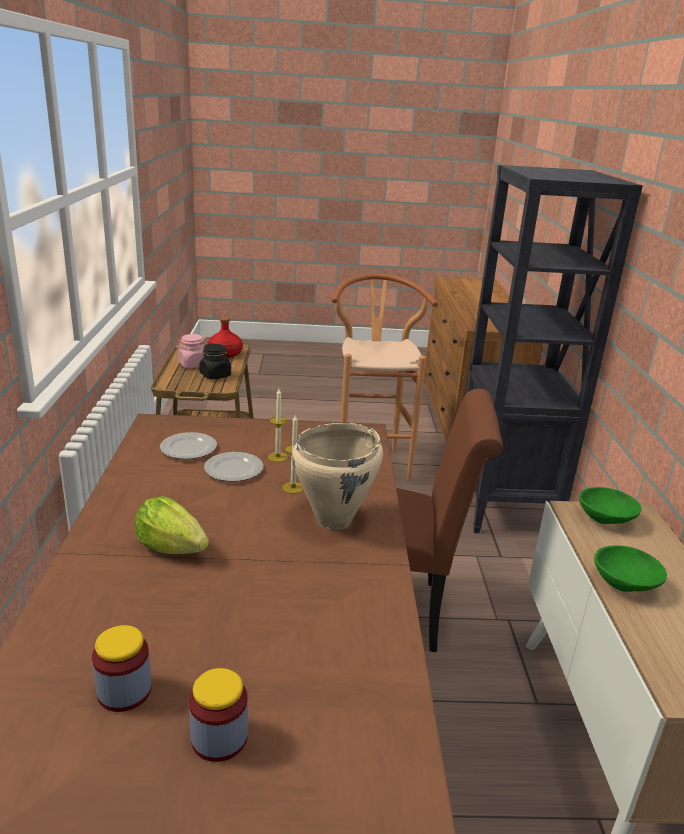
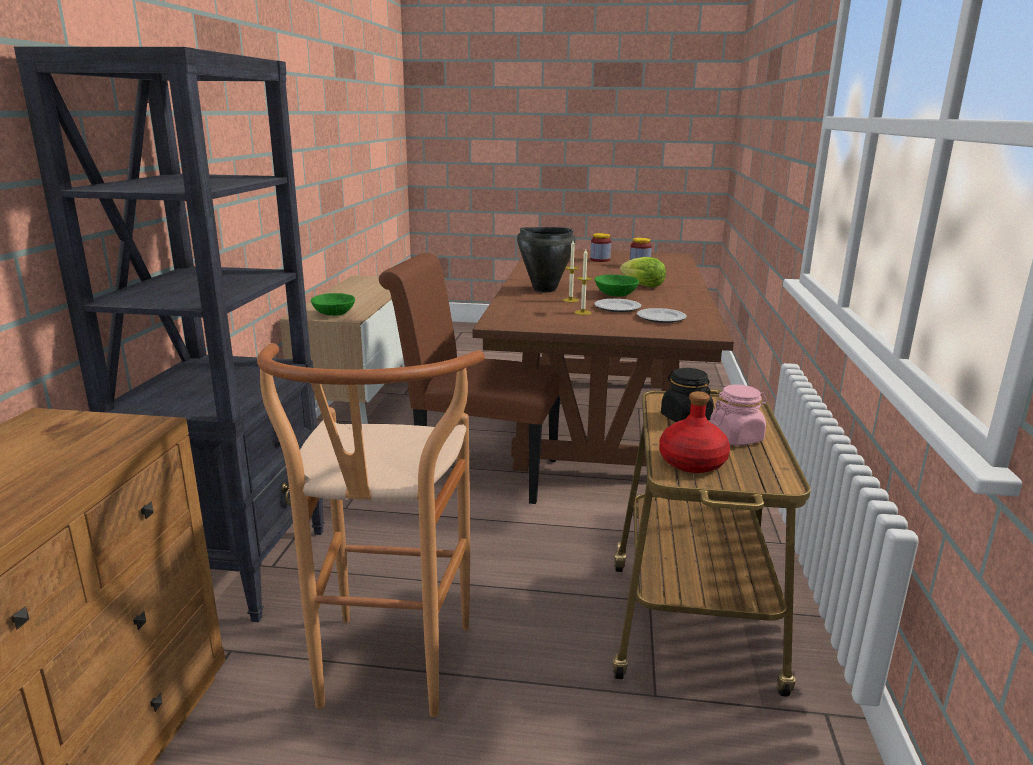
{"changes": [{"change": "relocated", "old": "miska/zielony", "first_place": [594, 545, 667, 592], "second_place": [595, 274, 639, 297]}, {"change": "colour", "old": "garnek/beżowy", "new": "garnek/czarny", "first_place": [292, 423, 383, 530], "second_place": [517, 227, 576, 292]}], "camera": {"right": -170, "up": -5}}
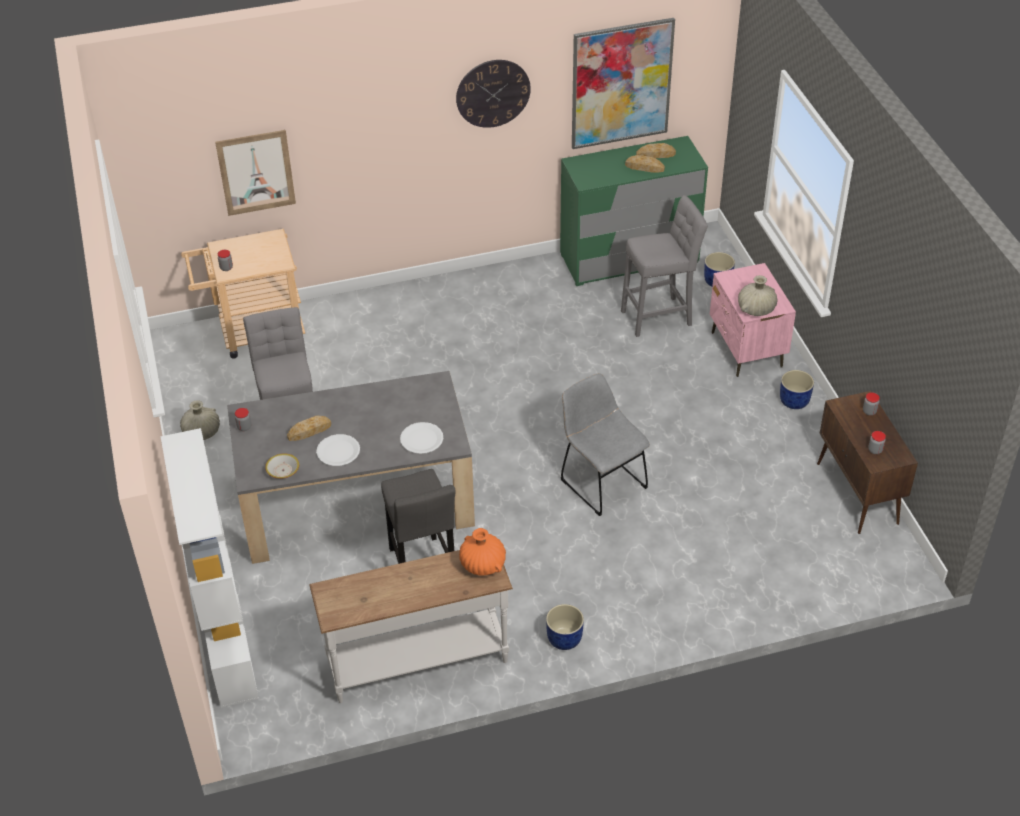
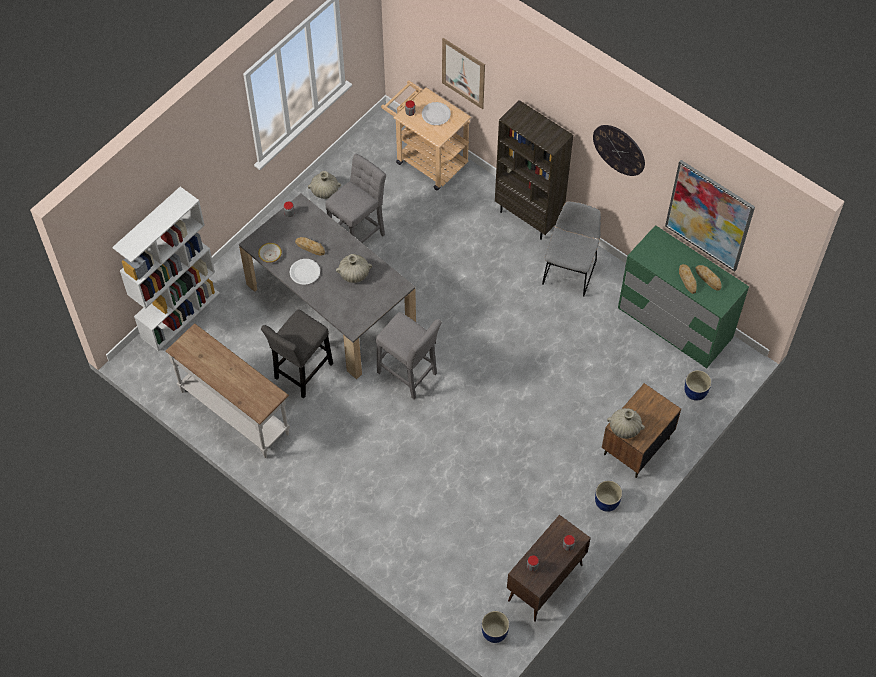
{"changes": [{"change": "missing", "old": "wazon/pomarańczowy", "first_place": [459, 528, 506, 575]}, {"change": "appeared", "new": "wazon/beżowy", "second_place": [336, 254, 372, 283]}, {"change": "appeared", "new": "regał/brązowy", "second_place": [495, 100, 573, 240]}, {"change": "relocated", "old": "talerz/biały", "first_place": [400, 422, 443, 454], "second_place": [422, 102, 451, 125]}, {"change": "relocated", "old": "donica/niebieski", "first_place": [546, 604, 584, 650], "second_place": [482, 611, 509, 643]}, {"change": "relocated", "old": "krzesło/szary", "first_place": [561, 373, 650, 516], "second_place": [542, 201, 601, 296]}, {"change": "relocated", "old": "stołek/szary", "first_place": [621, 195, 708, 337], "second_place": [376, 312, 442, 399]}, {"change": "colour", "old": "szafka nocna/różowy", "new": "szafka nocna/brązowy", "first_place": [710, 263, 796, 377], "second_place": [602, 383, 681, 478]}], "camera": {"right": 55, "up": 15}}
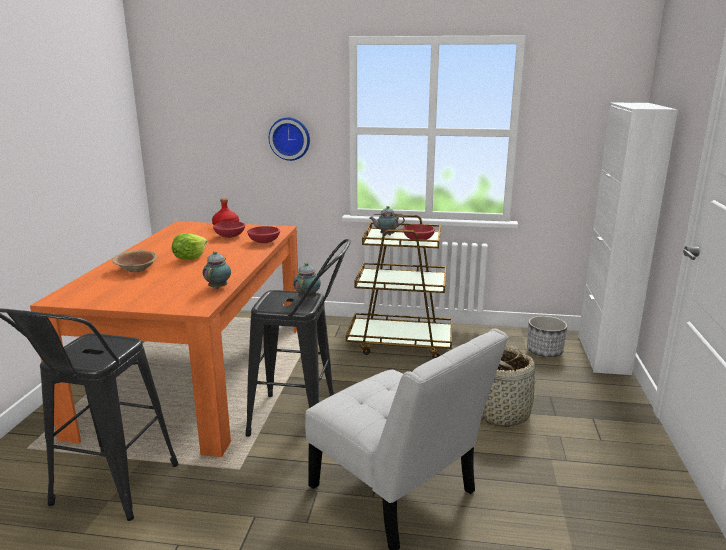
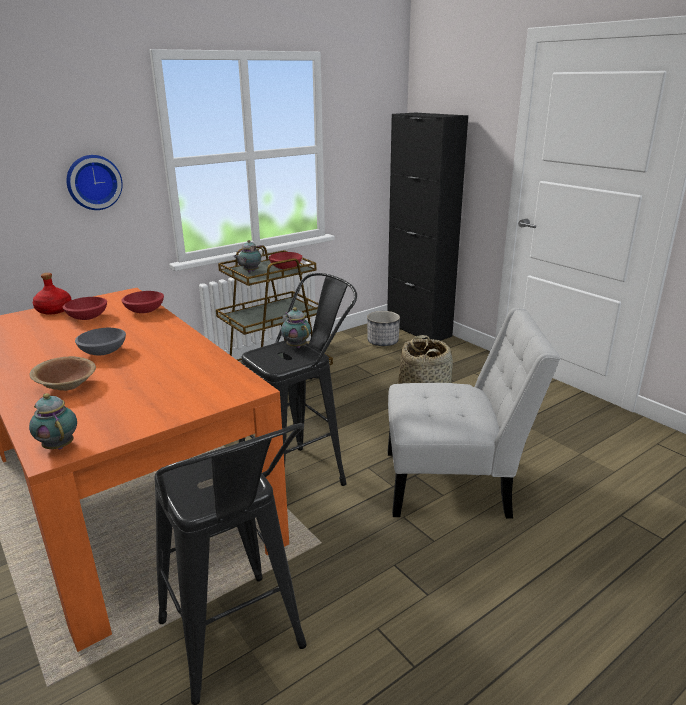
{"changes": [{"change": "relocated", "old": "imbryk", "first_place": [203, 251, 231, 289], "second_place": [29, 393, 77, 449]}, {"change": "exchanged", "old": "sałata", "new": "miska/szary", "first_place": [172, 233, 207, 260], "second_place": [75, 328, 126, 355]}, {"change": "colour", "old": "szafka/biały", "new": "szafka/czarny", "first_place": [578, 102, 678, 375], "second_place": [387, 112, 468, 341]}], "camera": {"right": -45, "up": 5}}
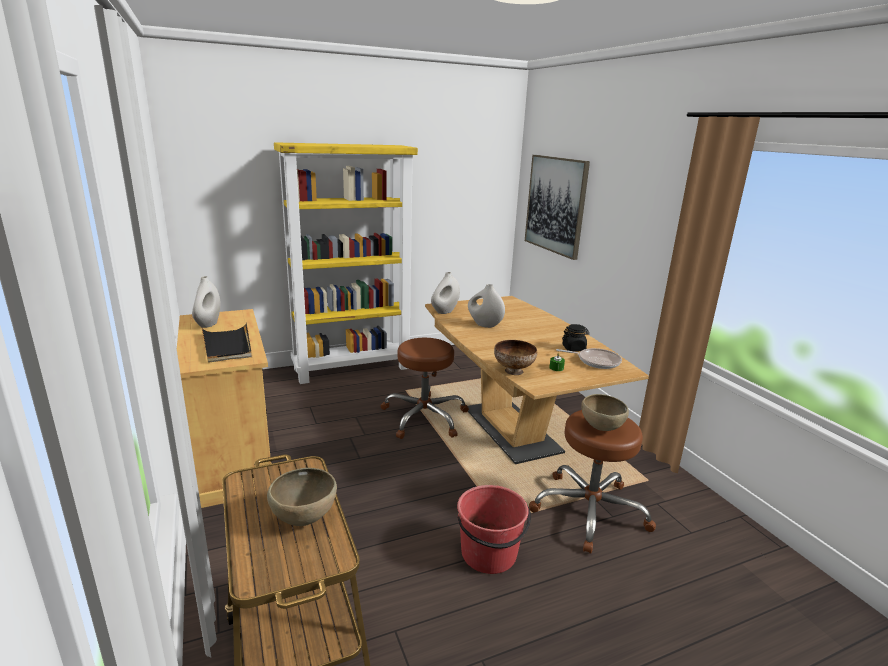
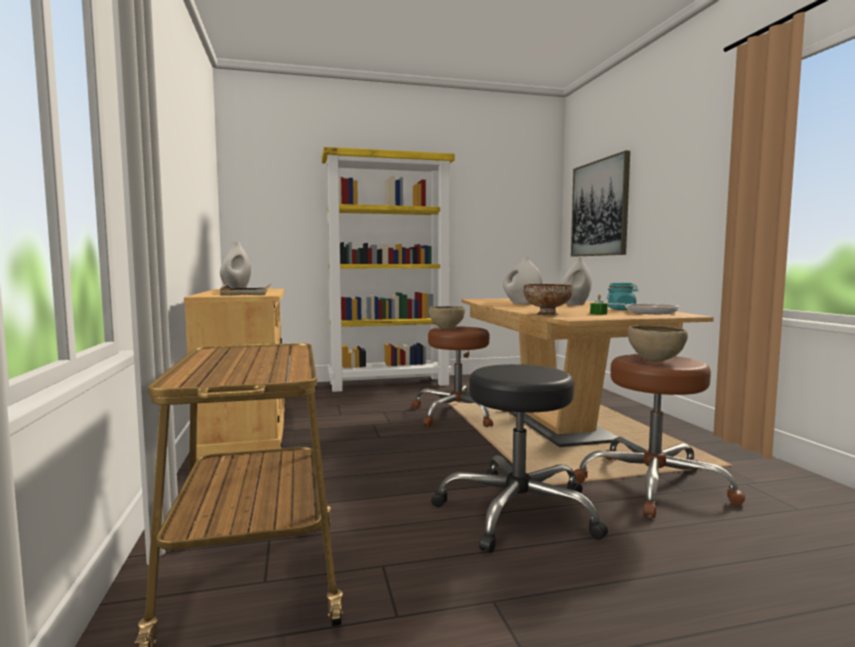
{"changes": [{"change": "relocated", "old": "miska/brązowy", "first_place": [267, 468, 337, 526], "second_place": [429, 306, 465, 329]}, {"change": "relocated", "old": "wazon/biały", "first_place": [431, 272, 460, 314], "second_place": [560, 257, 592, 305]}, {"change": "exchanged", "old": "wiadro/czerwony", "new": "stołek/czarny", "first_place": [457, 485, 531, 574], "second_place": [431, 364, 608, 553]}, {"change": "colour", "old": "słoik/czarny", "new": "słoik/turkusowy", "first_place": [562, 324, 590, 351], "second_place": [607, 282, 639, 310]}], "camera": {"right": 10, "up": -15}}
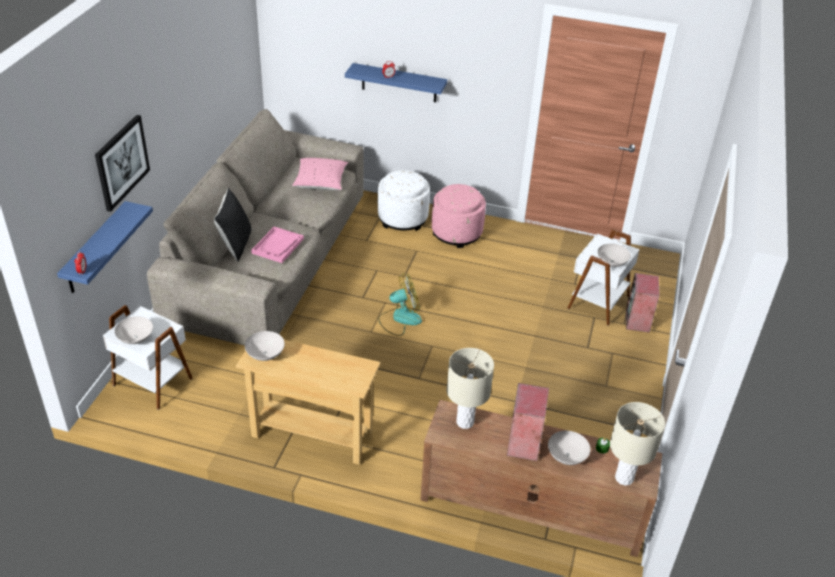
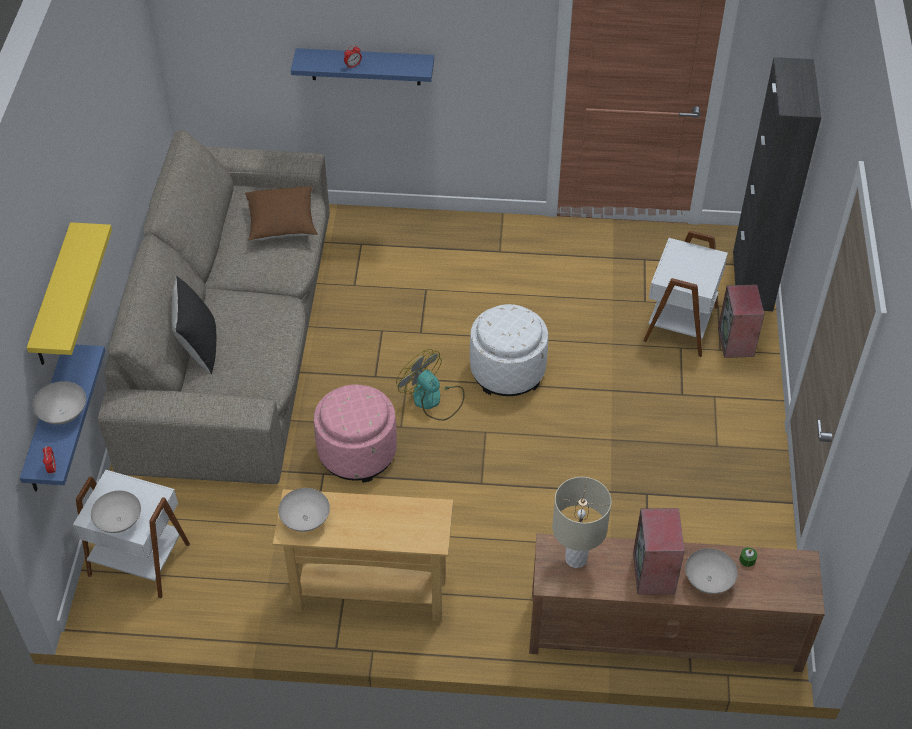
{"changes": [{"change": "missing", "old": "taca/różowy", "first_place": [251, 227, 304, 263]}, {"change": "missing", "old": "lampa stołowa/beżowy", "first_place": [610, 402, 665, 486]}, {"change": "appeared", "new": "szafka/czarny", "second_place": [733, 57, 821, 311]}, {"change": "relocated", "old": "pufa/biały", "first_place": [378, 170, 430, 231], "second_place": [470, 304, 548, 396]}, {"change": "relocated", "old": "pufa/różowy", "first_place": [432, 184, 486, 248], "second_place": [314, 384, 397, 483]}, {"change": "relocated", "old": "miska/biały", "first_place": [598, 244, 631, 267], "second_place": [33, 381, 86, 425]}, {"change": "exchanged", "old": "obraz", "new": "półka/żółty", "first_place": [95, 115, 150, 212], "second_place": [27, 222, 112, 365]}, {"change": "colour", "old": "poduszka/różowy", "new": "poduszka/brązowy", "first_place": [292, 158, 348, 190], "second_place": [245, 186, 318, 241]}, {"change": "spun", "old": "wentylator", "first_place": [378, 273, 422, 336], "second_place": [396, 349, 465, 421], "degrees": -105}], "camera": {"right": -10, "up": 10}}
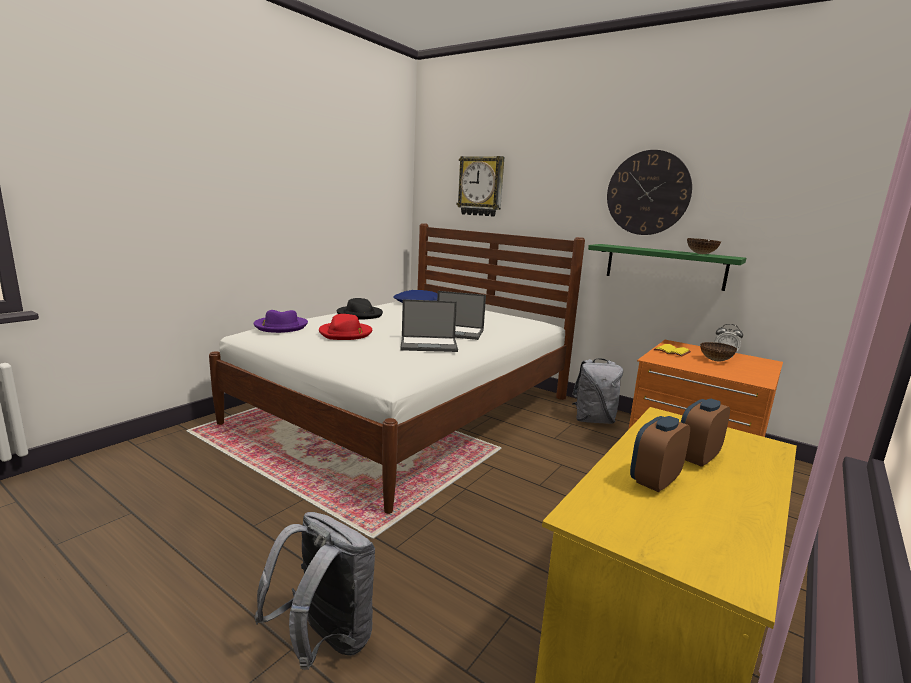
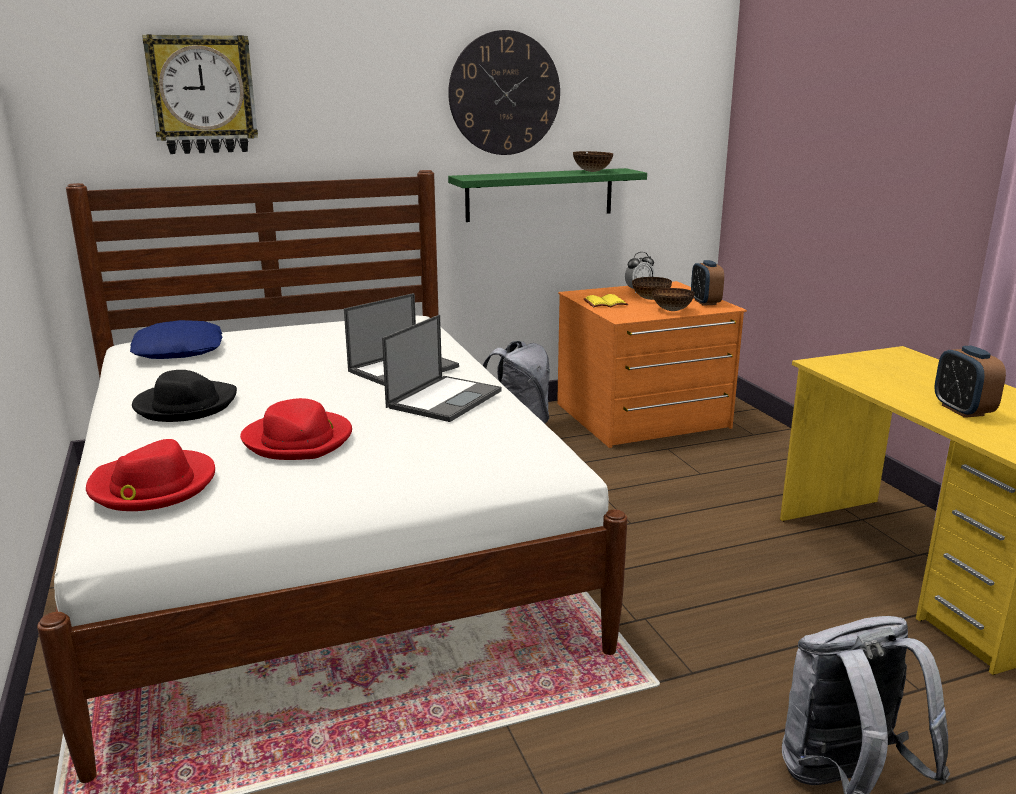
{"changes": [{"change": "appeared", "new": "miska", "second_place": [652, 288, 695, 311]}, {"change": "relocated", "old": "budzik", "first_place": [681, 399, 730, 467], "second_place": [691, 260, 724, 306]}, {"change": "colour", "old": "kapelusz/fioletowy", "new": "kapelusz/czerwony", "first_place": [254, 310, 308, 333], "second_place": [86, 439, 215, 511]}], "camera": {"right": -55, "up": 5}}
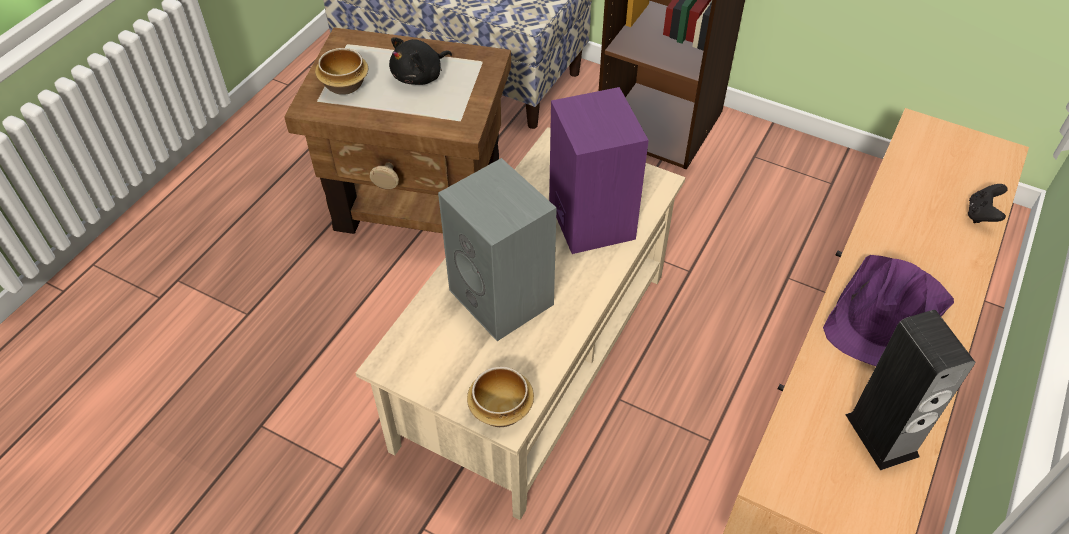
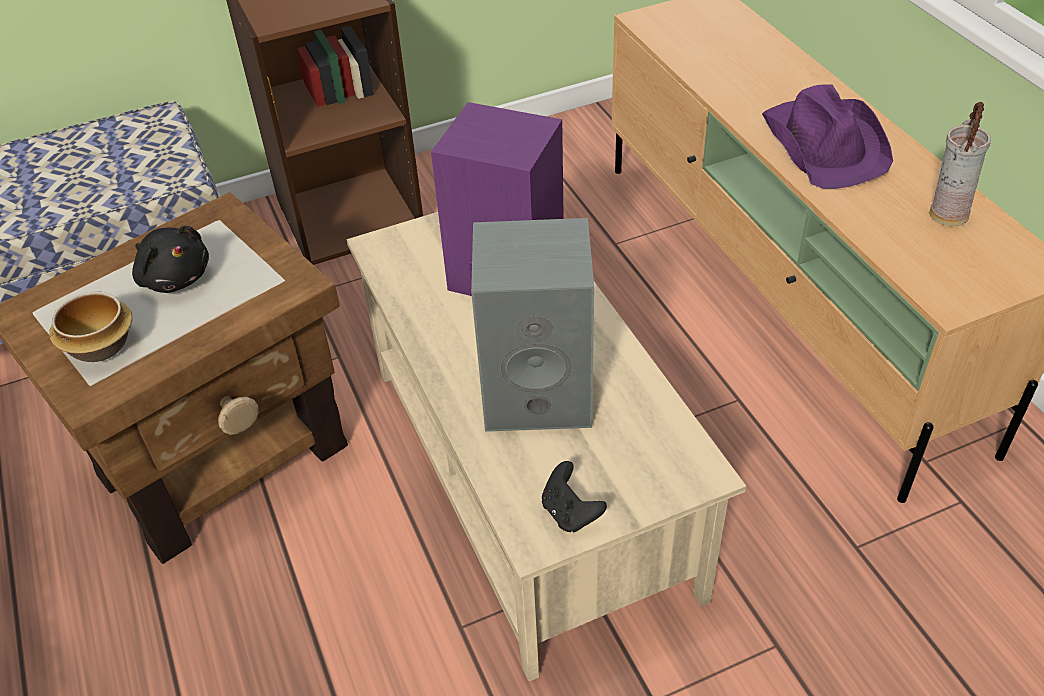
{"changes": [{"change": "missing", "old": "miska", "first_place": [467, 367, 534, 427]}, {"change": "relocated", "old": "pad do gier/czarny", "first_place": [968, 184, 1008, 223], "second_place": [542, 461, 607, 532]}, {"change": "exchanged", "old": "głośnik", "new": "wazon", "first_place": [845, 310, 975, 470], "second_place": [929, 102, 991, 226]}, {"change": "spun", "old": "pluszak/czarny", "first_place": [389, 37, 452, 85], "second_place": [132, 226, 209, 293], "degrees": -45}], "camera": {"right": -50, "up": -5}}
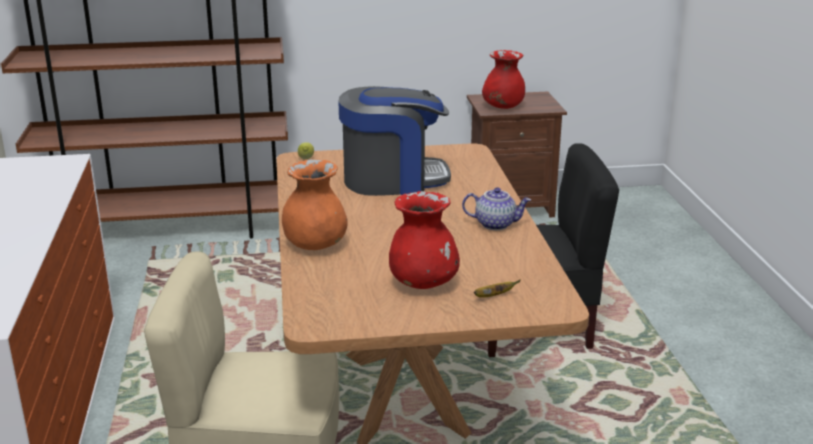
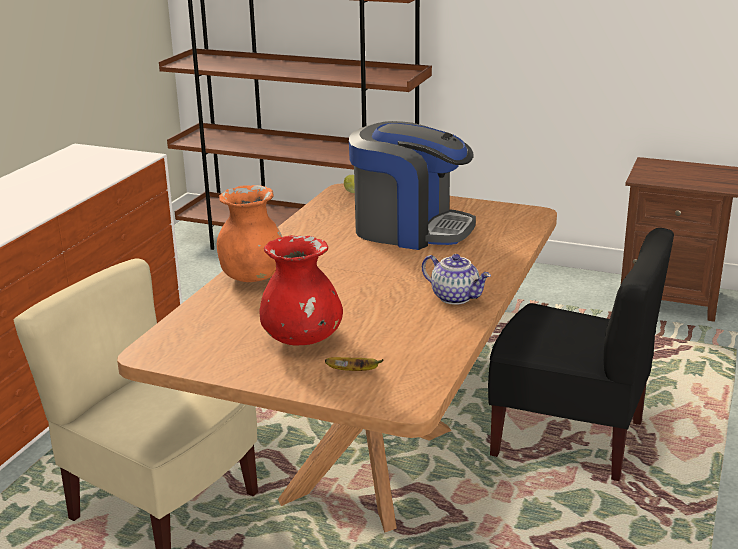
{"changes": [{"change": "missing", "old": "wazon/czerwony", "first_place": [482, 50, 525, 109]}], "camera": {"right": 30, "up": 0}}
